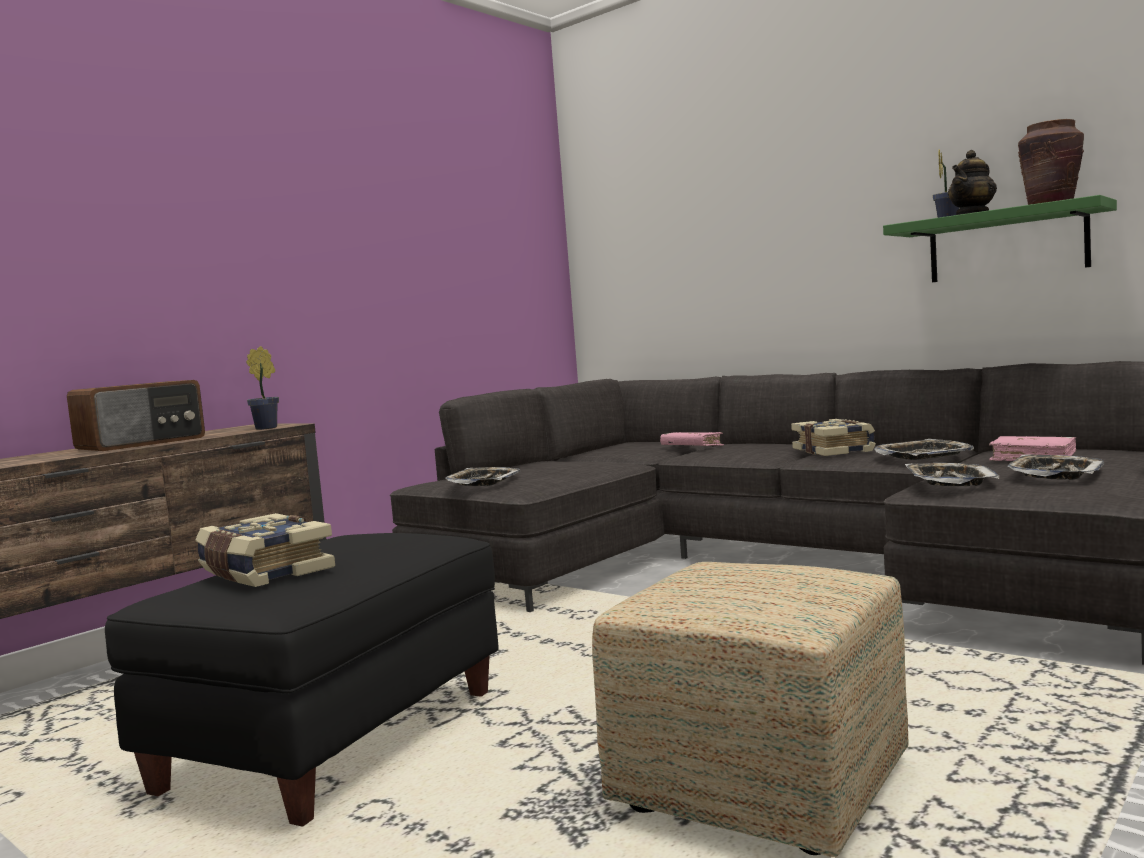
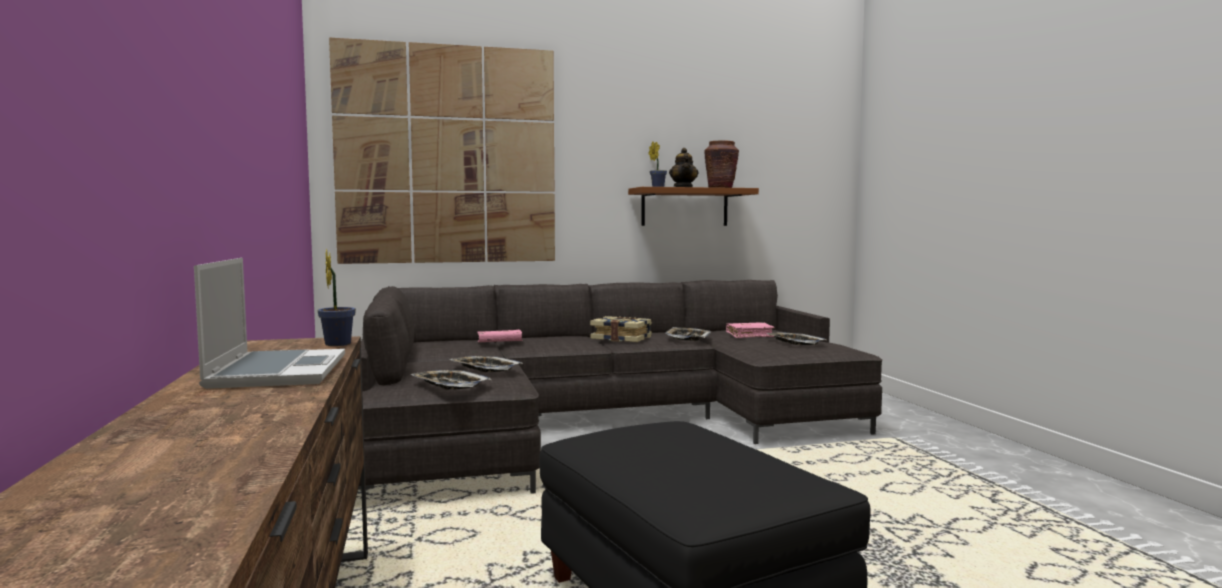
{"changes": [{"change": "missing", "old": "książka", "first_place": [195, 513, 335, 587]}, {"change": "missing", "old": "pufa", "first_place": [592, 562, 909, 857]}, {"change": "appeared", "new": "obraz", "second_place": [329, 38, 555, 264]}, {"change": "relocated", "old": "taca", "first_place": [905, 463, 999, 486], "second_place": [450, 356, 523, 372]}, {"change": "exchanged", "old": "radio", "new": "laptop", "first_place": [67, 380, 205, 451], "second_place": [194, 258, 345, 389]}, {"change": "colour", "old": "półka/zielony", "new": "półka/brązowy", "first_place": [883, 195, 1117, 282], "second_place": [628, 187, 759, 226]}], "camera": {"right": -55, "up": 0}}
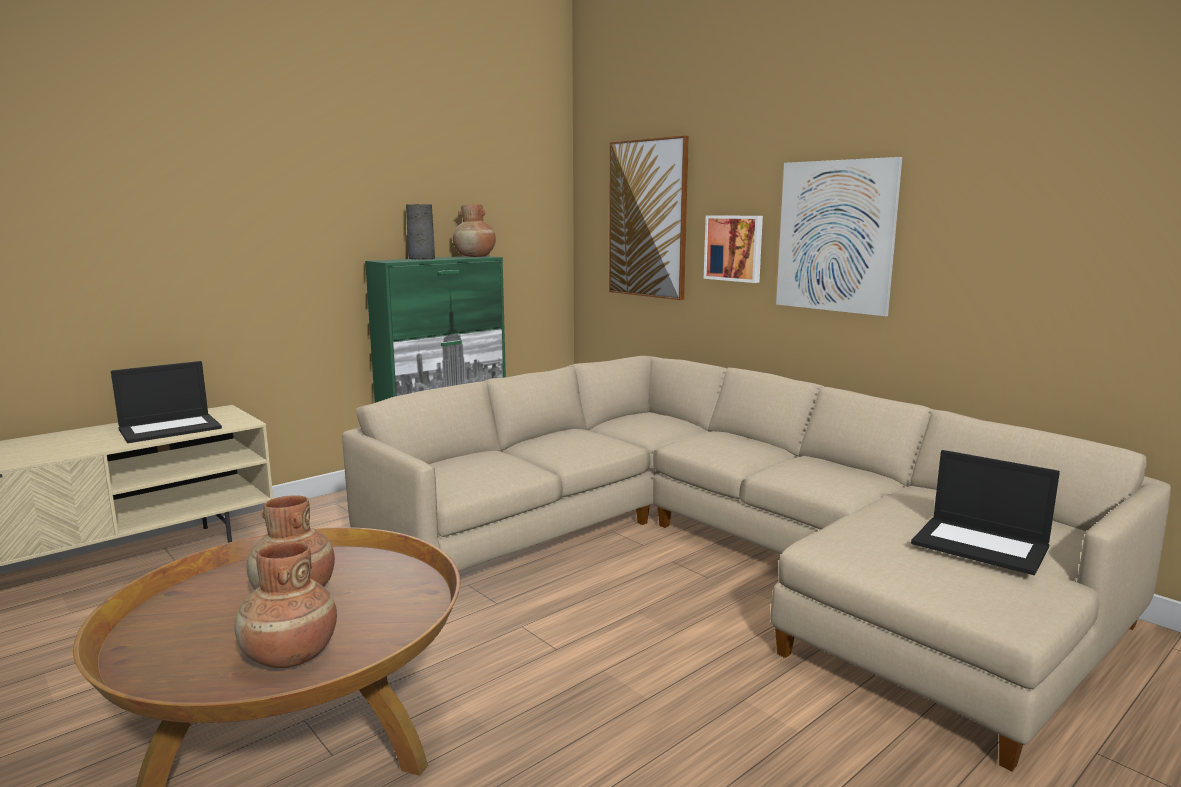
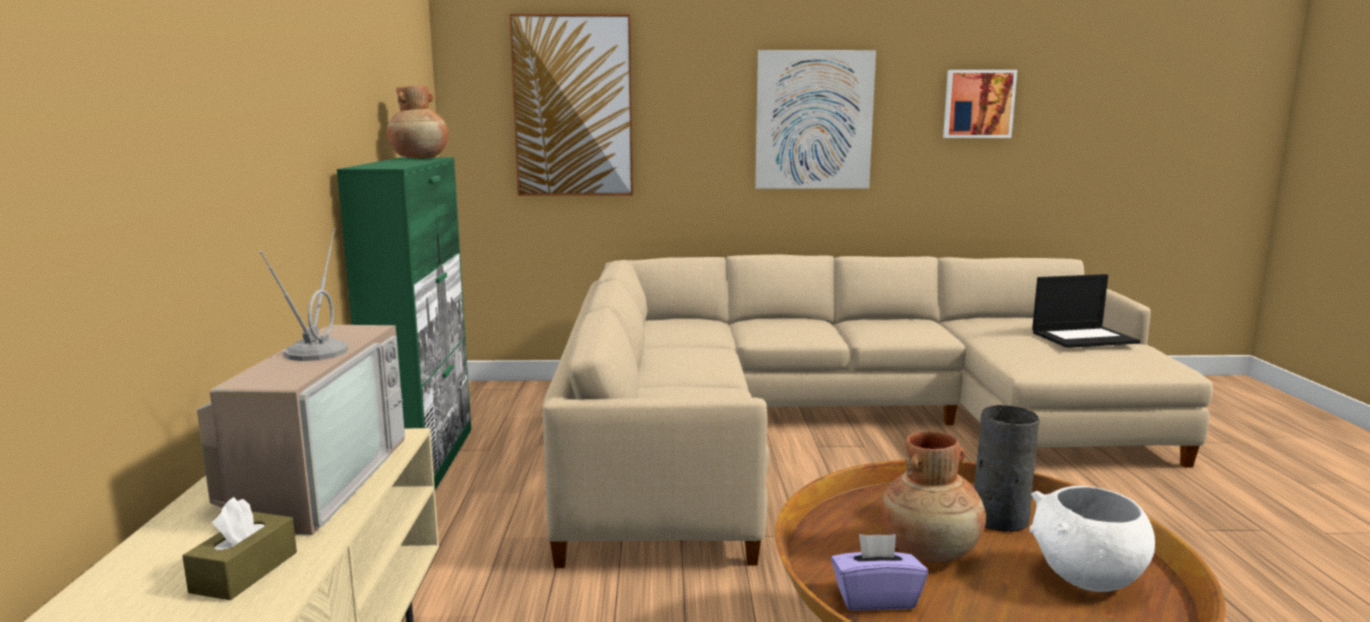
{"changes": [{"change": "appeared", "new": "pudełko chusteczek/brązowy", "second_place": [182, 497, 297, 600]}, {"change": "appeared", "new": "pudełko chusteczek/fioletowy", "second_place": [831, 534, 928, 611]}, {"change": "relocated", "old": "wazon/szary", "first_place": [406, 204, 435, 260], "second_place": [974, 405, 1040, 532]}, {"change": "relocated", "old": "obraz", "first_place": [704, 215, 763, 283], "second_place": [943, 70, 1017, 138]}, {"change": "exchanged", "old": "laptop", "new": "telewizor", "first_place": [111, 361, 222, 443], "second_place": [197, 228, 405, 535]}, {"change": "exchanged", "old": "wazon/brązowy", "new": "miska/biały", "first_place": [234, 541, 337, 668], "second_place": [1029, 486, 1155, 592]}], "camera": {"right": -50, "up": 0}}
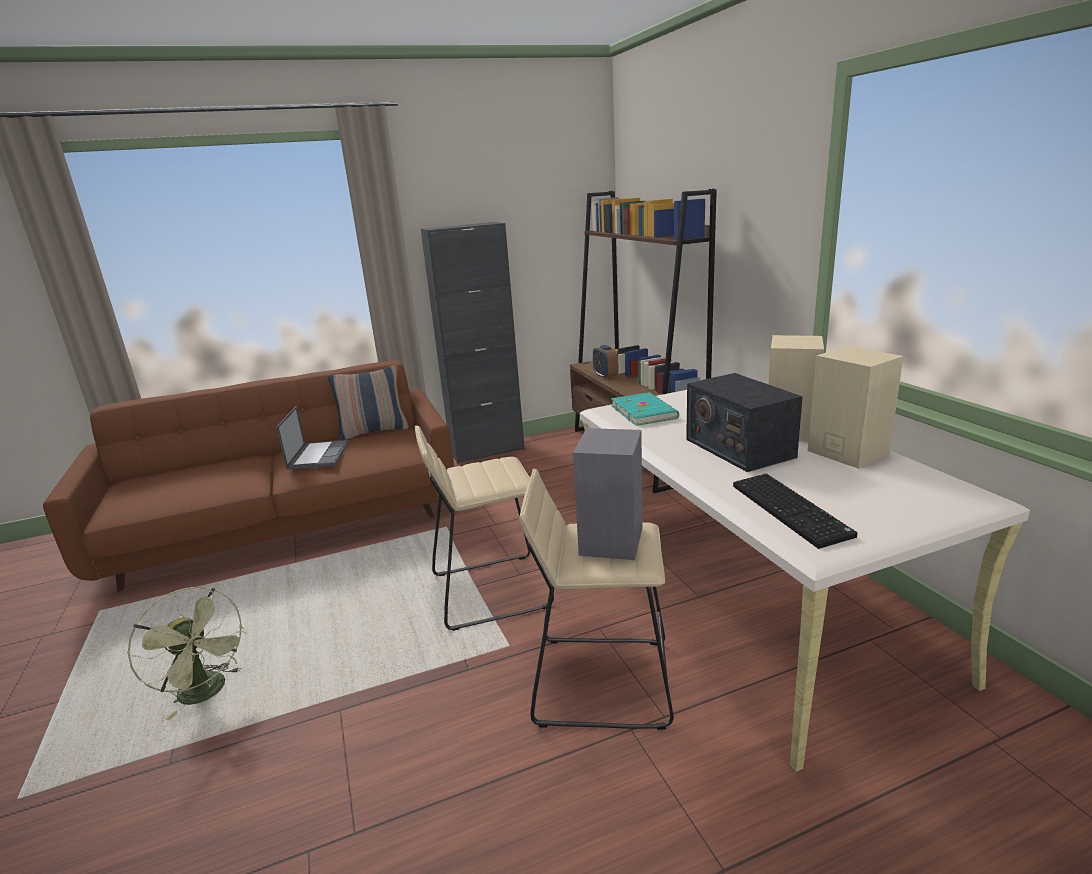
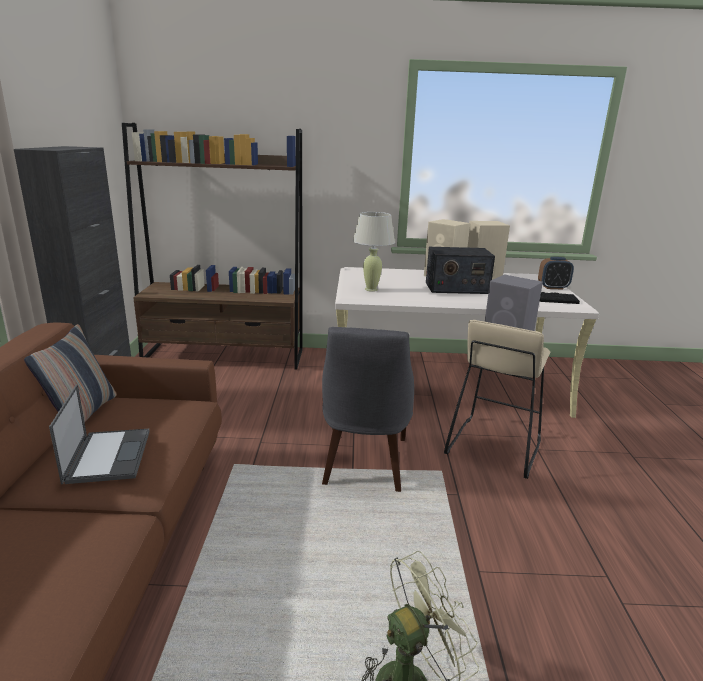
{"changes": [{"change": "relocated", "old": "budzik", "first_place": [593, 345, 618, 379], "second_place": [538, 257, 574, 290]}, {"change": "exchanged", "old": "stołek/beżowy", "new": "krzesło/szary", "first_place": [415, 426, 554, 631], "second_place": [322, 327, 414, 492]}, {"change": "exchanged", "old": "książka/turkusowy", "new": "lampa stołowa/beżowy", "first_place": [611, 392, 679, 426], "second_place": [353, 212, 395, 292]}, {"change": "spun", "old": "laptop", "first_place": [277, 406, 349, 469], "second_place": [49, 384, 150, 485], "degrees": 60}], "camera": {"right": -70, "up": 0}}
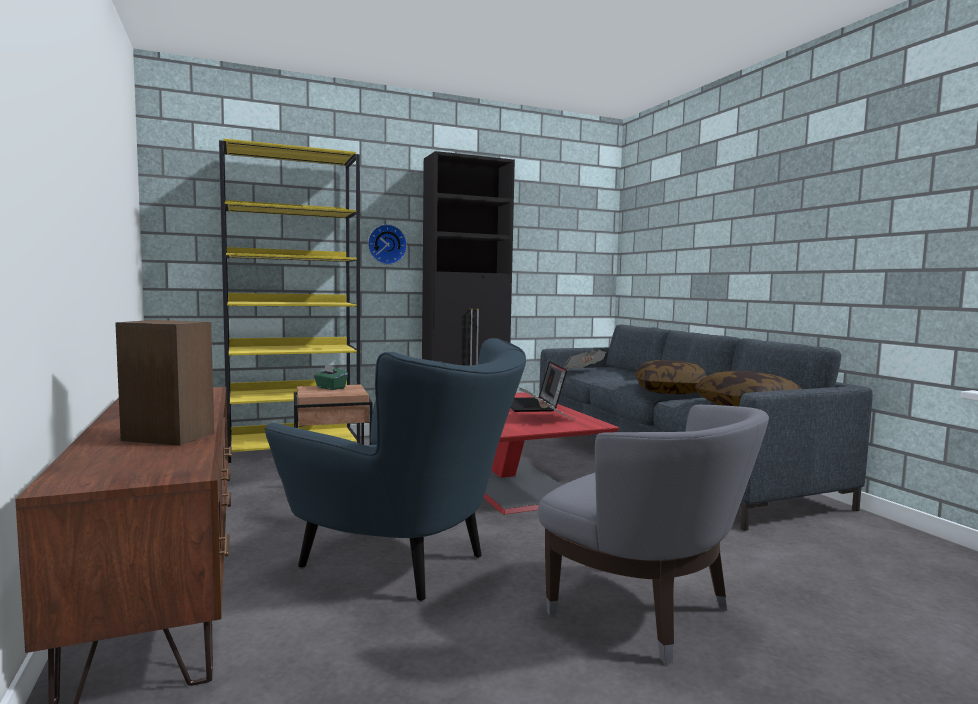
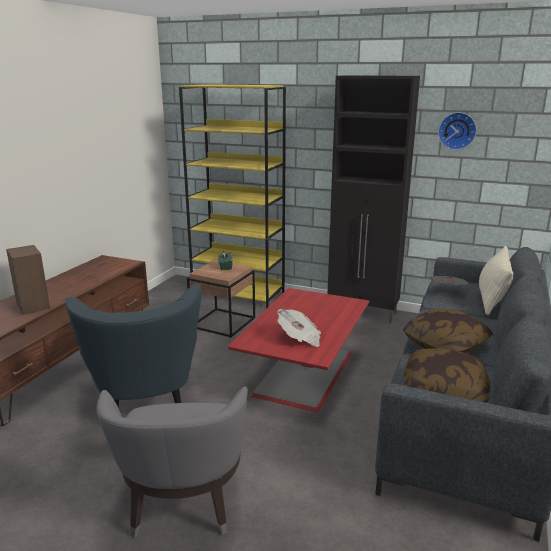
{"changes": [{"change": "missing", "old": "laptop", "first_place": [511, 361, 567, 412]}, {"change": "appeared", "new": "poduszka/beżowy", "second_place": [479, 246, 514, 315]}, {"change": "relocated", "old": "zegar ścienny", "first_place": [368, 224, 407, 265], "second_place": [438, 112, 477, 150]}], "camera": {"right": 45, "up": 15}}
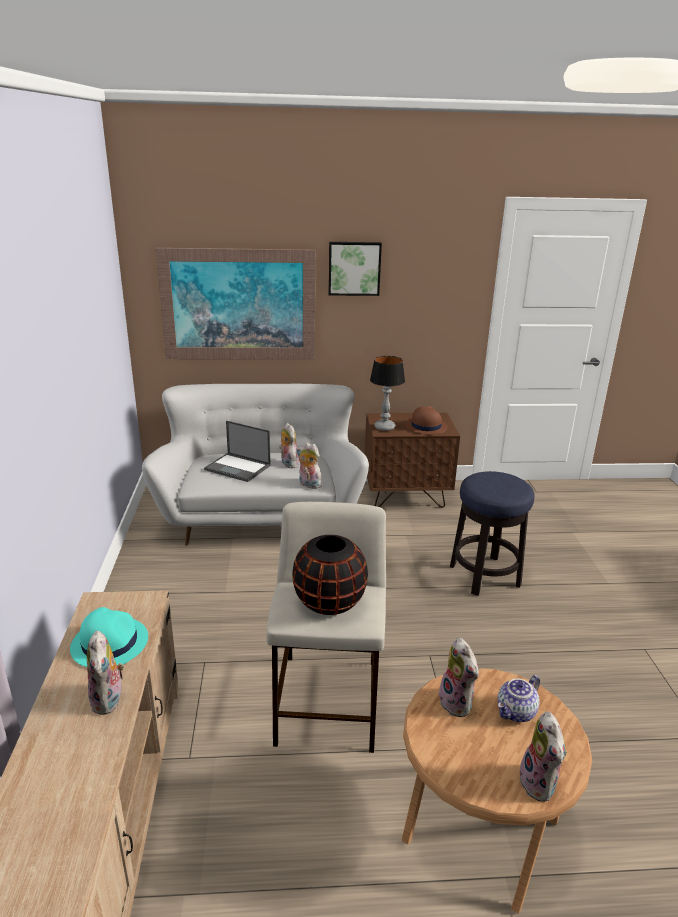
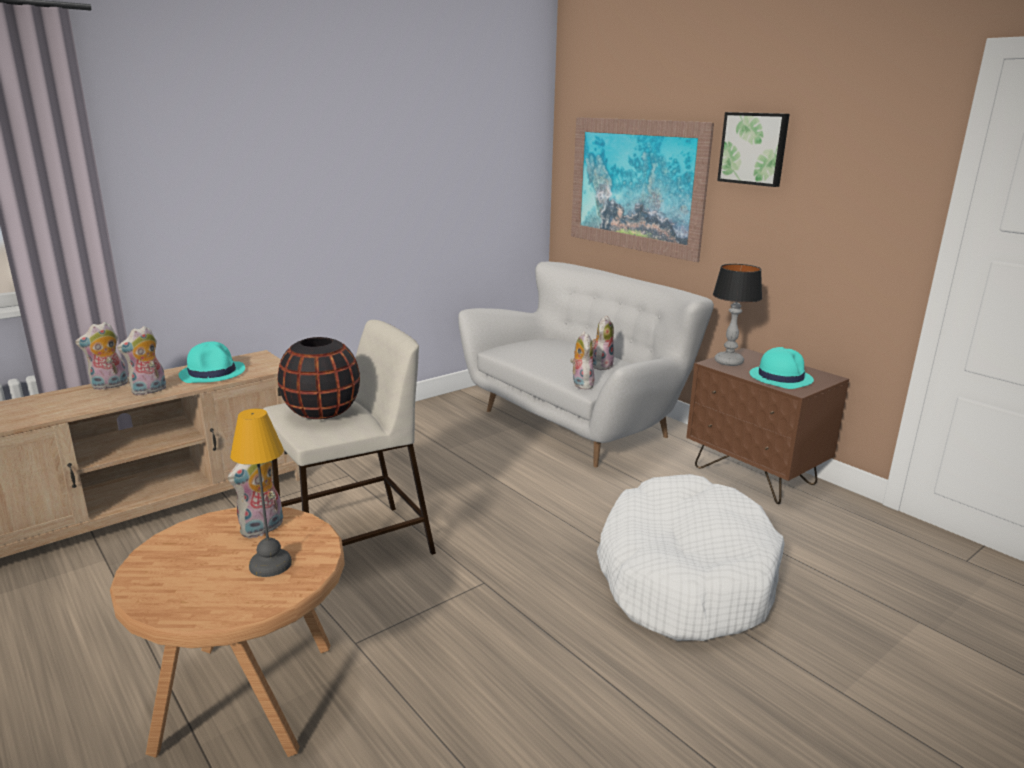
{"changes": [{"change": "missing", "old": "laptop", "first_place": [204, 421, 271, 482]}, {"change": "relocated", "old": "pluszak", "first_place": [519, 711, 567, 802], "second_place": [75, 322, 128, 390]}, {"change": "exchanged", "old": "stołek", "new": "legowisko/biały", "first_place": [450, 471, 534, 596], "second_place": [597, 474, 784, 641]}, {"change": "exchanged", "old": "imbryk", "new": "lampa stołowa", "first_place": [498, 675, 540, 722], "second_place": [230, 408, 292, 577]}, {"change": "colour", "old": "kapelusz/brązowy", "new": "kapelusz/turkusowy", "first_place": [405, 406, 448, 434], "second_place": [749, 347, 814, 389]}], "camera": {"right": 55, "up": -5}}
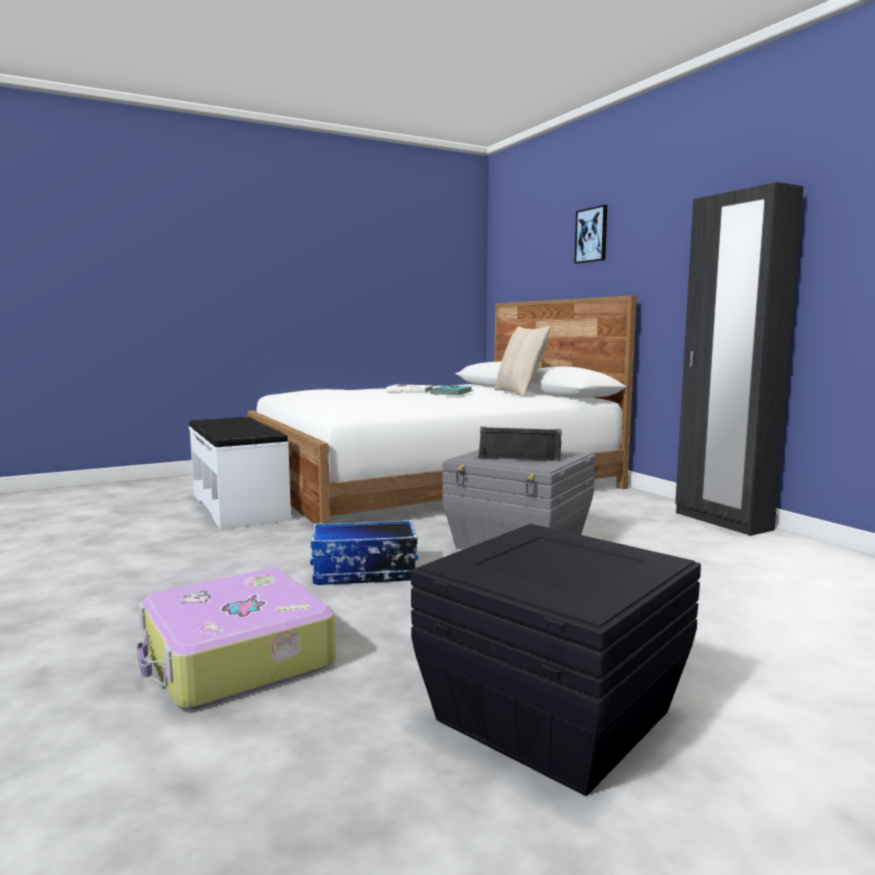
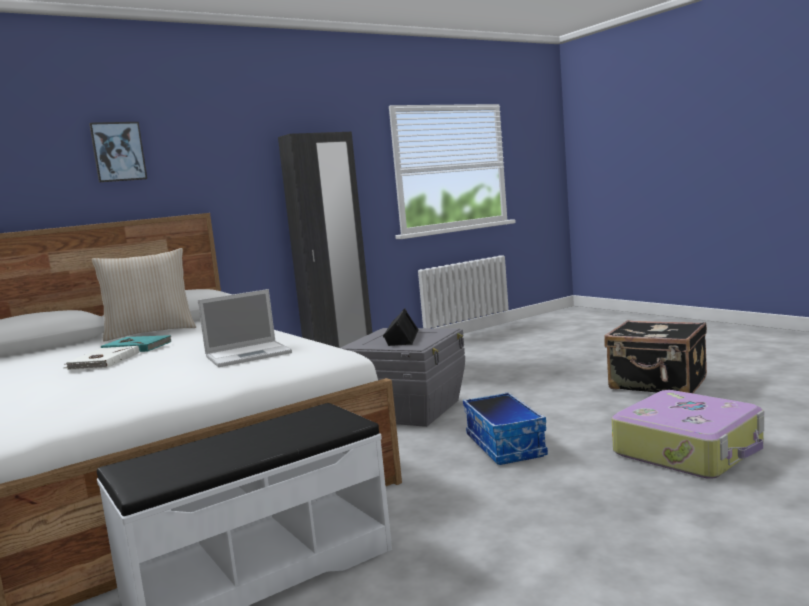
{"changes": [{"change": "appeared", "new": "laptop", "second_place": [198, 289, 292, 367]}, {"change": "exchanged", "old": "pojemnik do przechowywania/czarny", "new": "walizka/czarny", "first_place": [411, 524, 701, 796], "second_place": [605, 320, 707, 394]}], "camera": {"right": -95, "up": 0}}
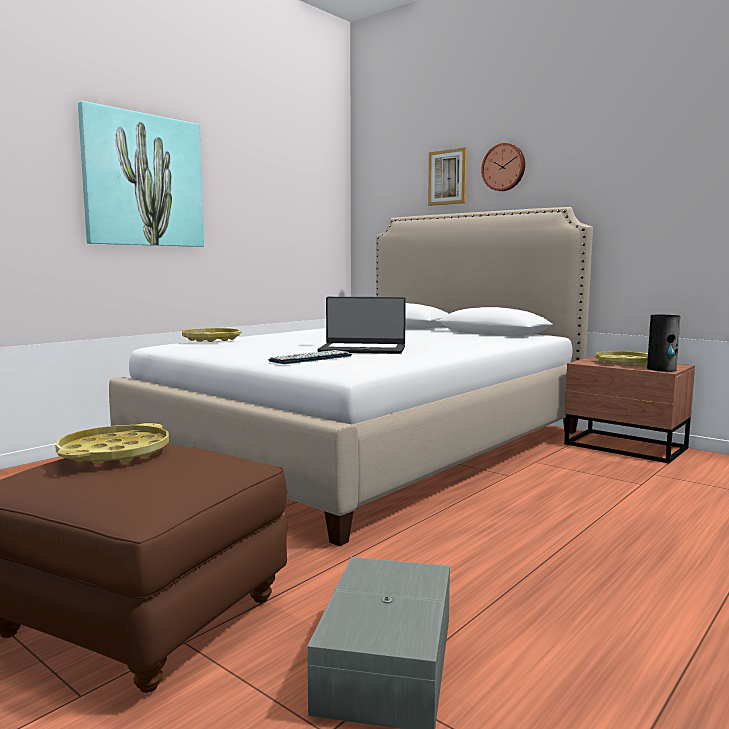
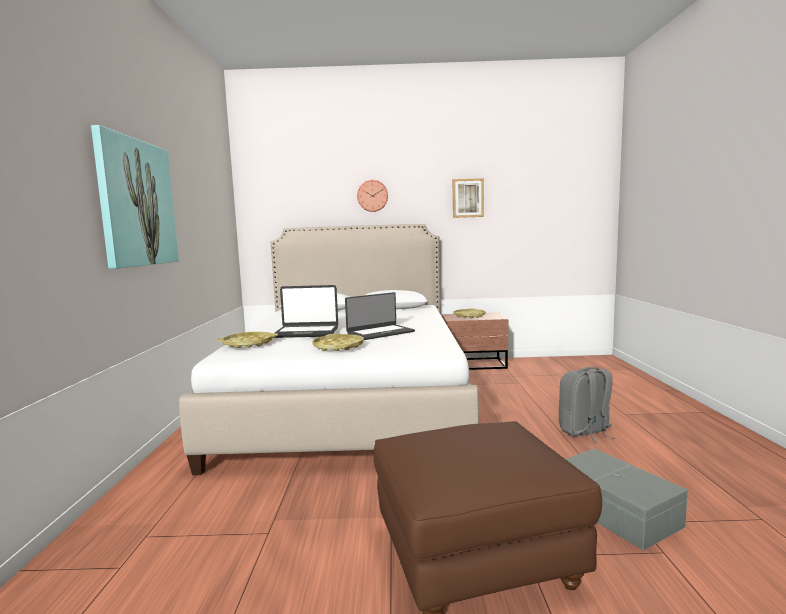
{"changes": [{"change": "missing", "old": "klawiatura", "first_place": [268, 350, 352, 364]}, {"change": "missing", "old": "wazon", "first_place": [647, 315, 680, 371]}, {"change": "appeared", "new": "laptop", "second_place": [274, 285, 338, 338]}, {"change": "appeared", "new": "plecak/szary", "second_place": [559, 367, 616, 443]}, {"change": "relocated", "old": "taca/żółty", "first_place": [55, 423, 169, 464], "second_place": [312, 334, 364, 351]}, {"change": "relocated", "old": "obraz", "first_place": [428, 147, 468, 206], "second_place": [453, 178, 484, 218]}], "camera": {"right": -40, "up": 0}}
